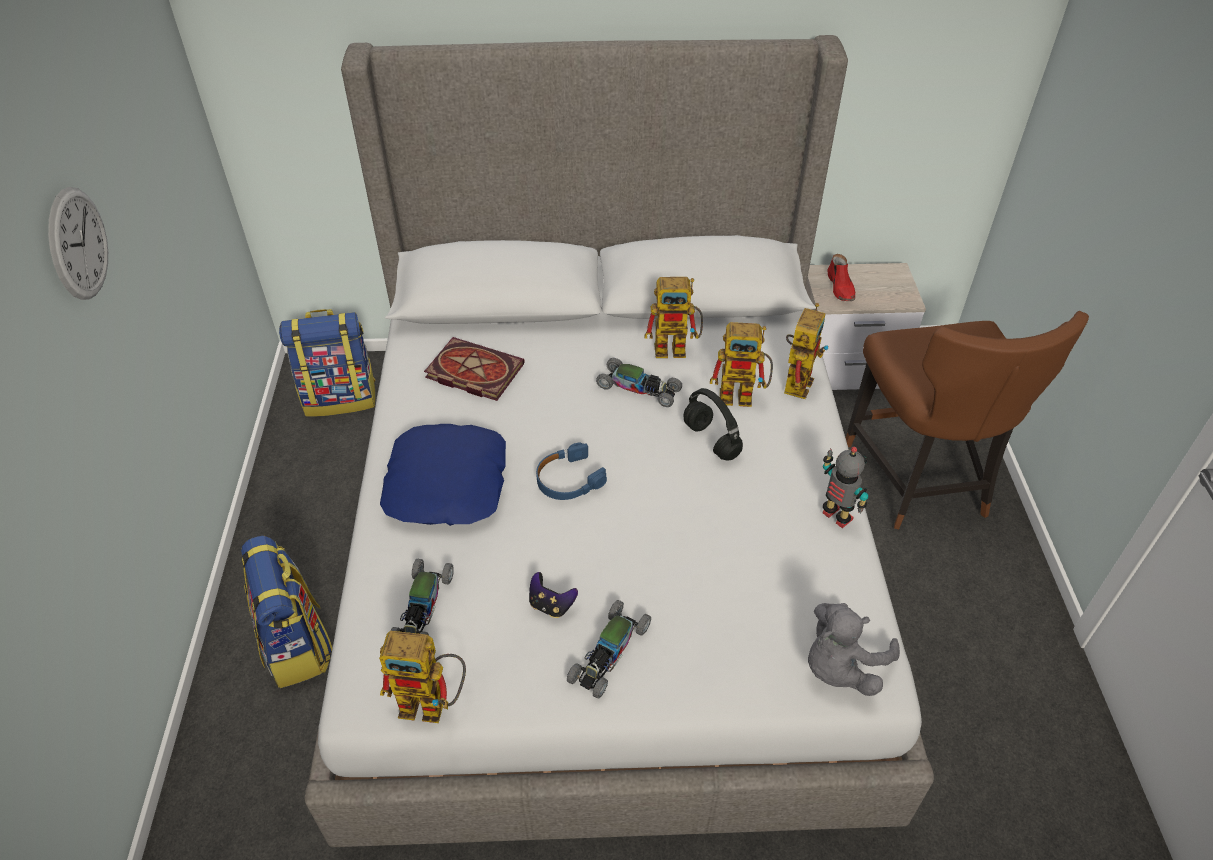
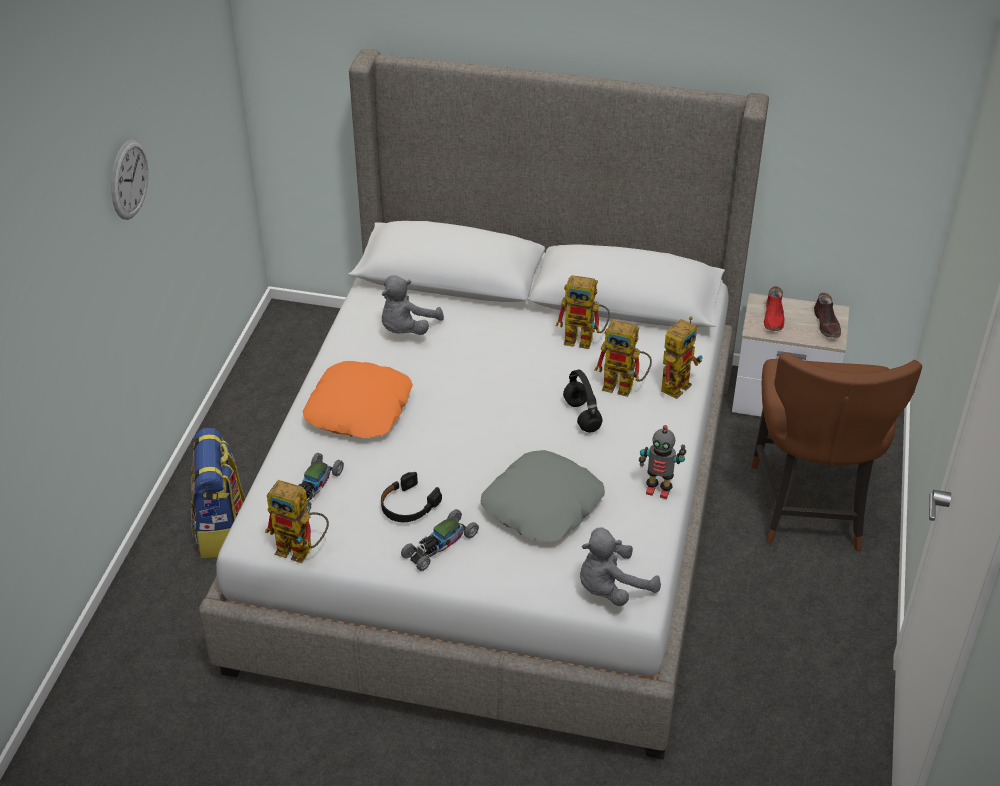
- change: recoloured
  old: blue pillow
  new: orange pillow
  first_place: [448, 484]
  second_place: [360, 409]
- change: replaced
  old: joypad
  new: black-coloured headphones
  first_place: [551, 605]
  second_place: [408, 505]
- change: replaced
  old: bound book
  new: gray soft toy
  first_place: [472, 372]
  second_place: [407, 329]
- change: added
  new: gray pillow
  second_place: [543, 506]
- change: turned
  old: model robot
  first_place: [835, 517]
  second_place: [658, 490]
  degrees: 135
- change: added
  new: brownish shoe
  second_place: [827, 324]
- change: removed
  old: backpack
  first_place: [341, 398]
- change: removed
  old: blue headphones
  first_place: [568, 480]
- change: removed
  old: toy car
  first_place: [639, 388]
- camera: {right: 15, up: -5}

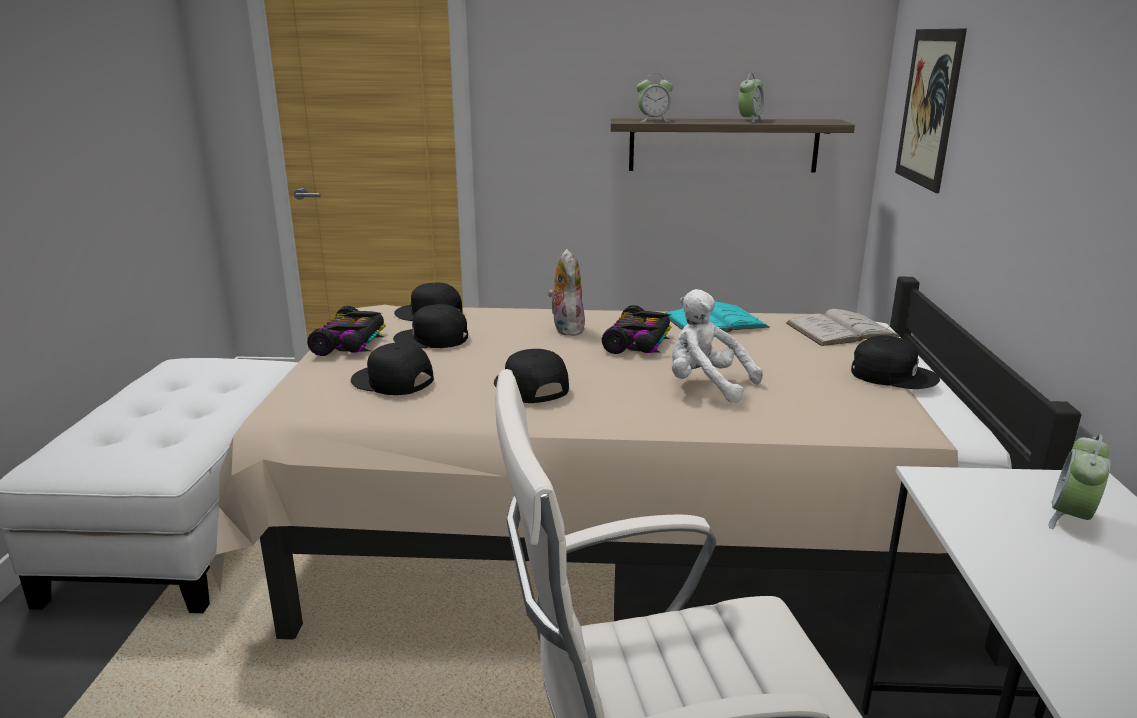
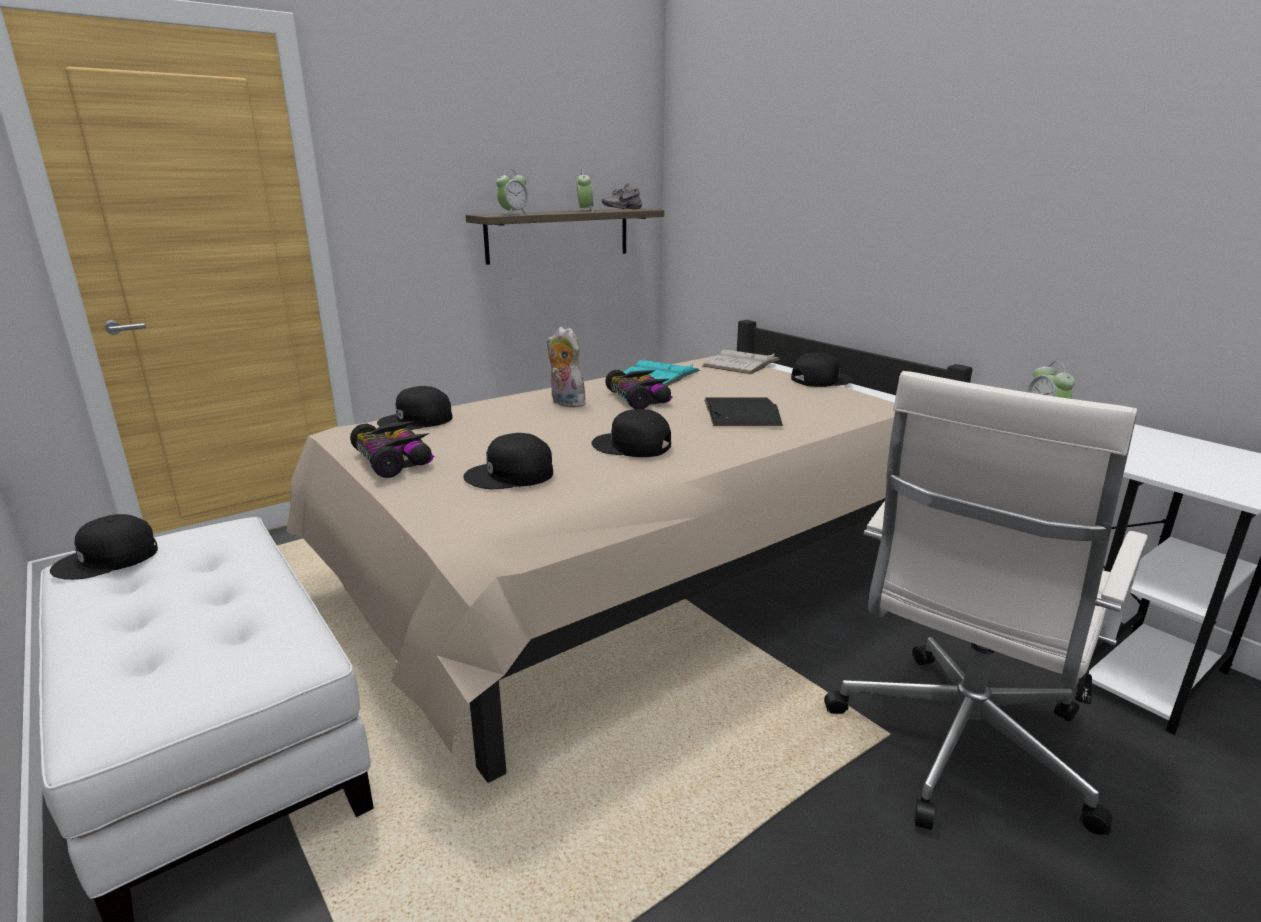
- change: moved
  old: black-coloured peaked cap
  first_place: [432, 339]
  second_place: [108, 559]
- change: added
  new: gray shoe
  second_place: [621, 209]
- change: replaced
  old: white soft toy
  new: black-coloured bound book
  first_place: [706, 385]
  second_place: [741, 412]
- change: removed
  old: picture
  first_place: [928, 108]
- camera: {right: -40, up: 0}

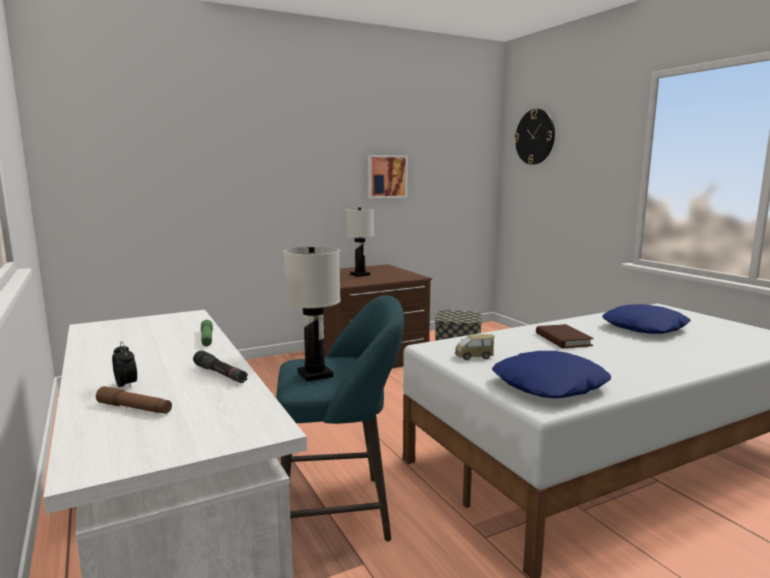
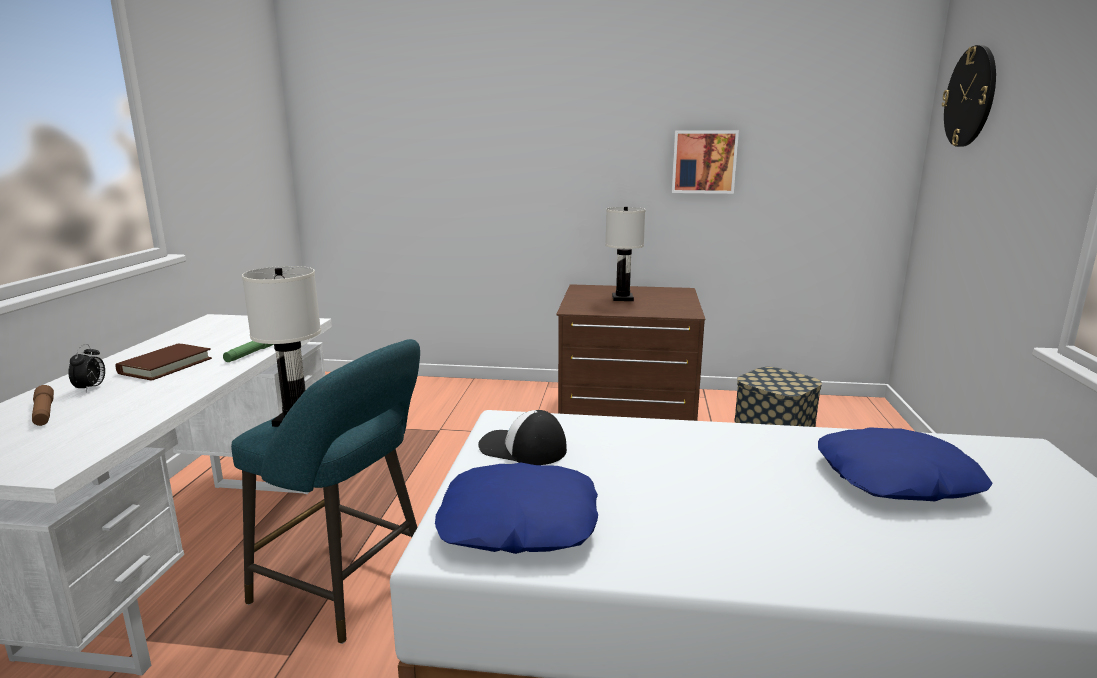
- change: moved
  old: brownish bound book
  first_place: [563, 339]
  second_place: [166, 366]
- change: replaced
  old: toy car
  new: peaked cap
  first_place: [474, 356]
  second_place: [522, 448]
- change: removed
  old: black-coloured flashlight
  first_place: [220, 374]
- camera: {right: 35, up: 5}

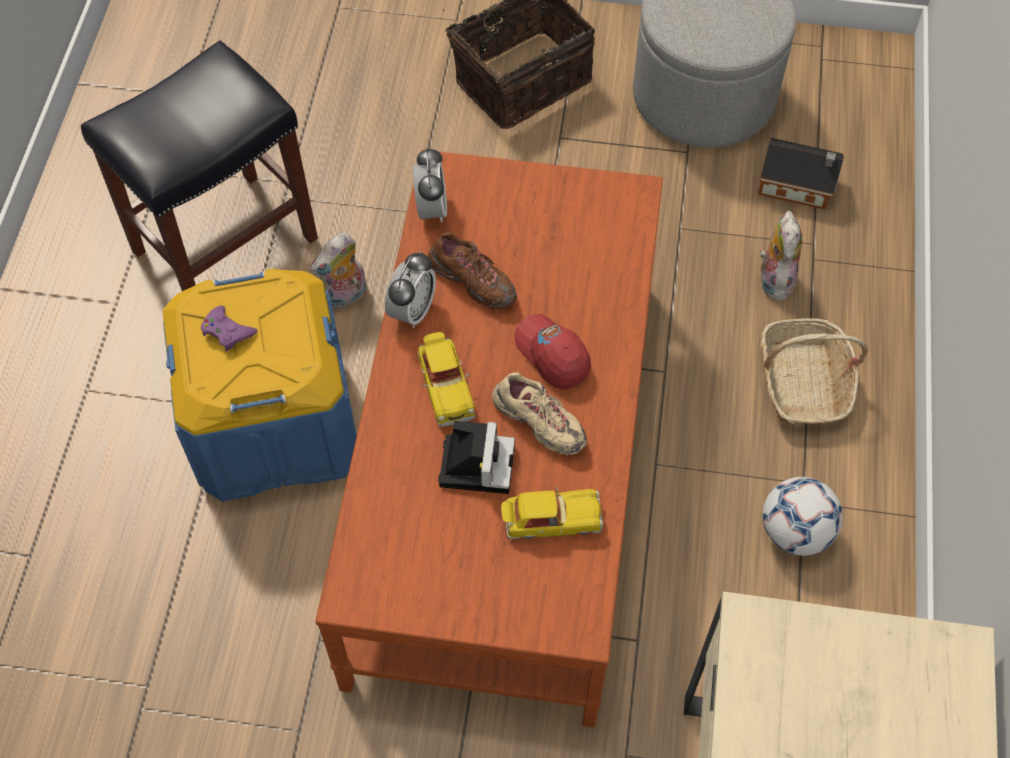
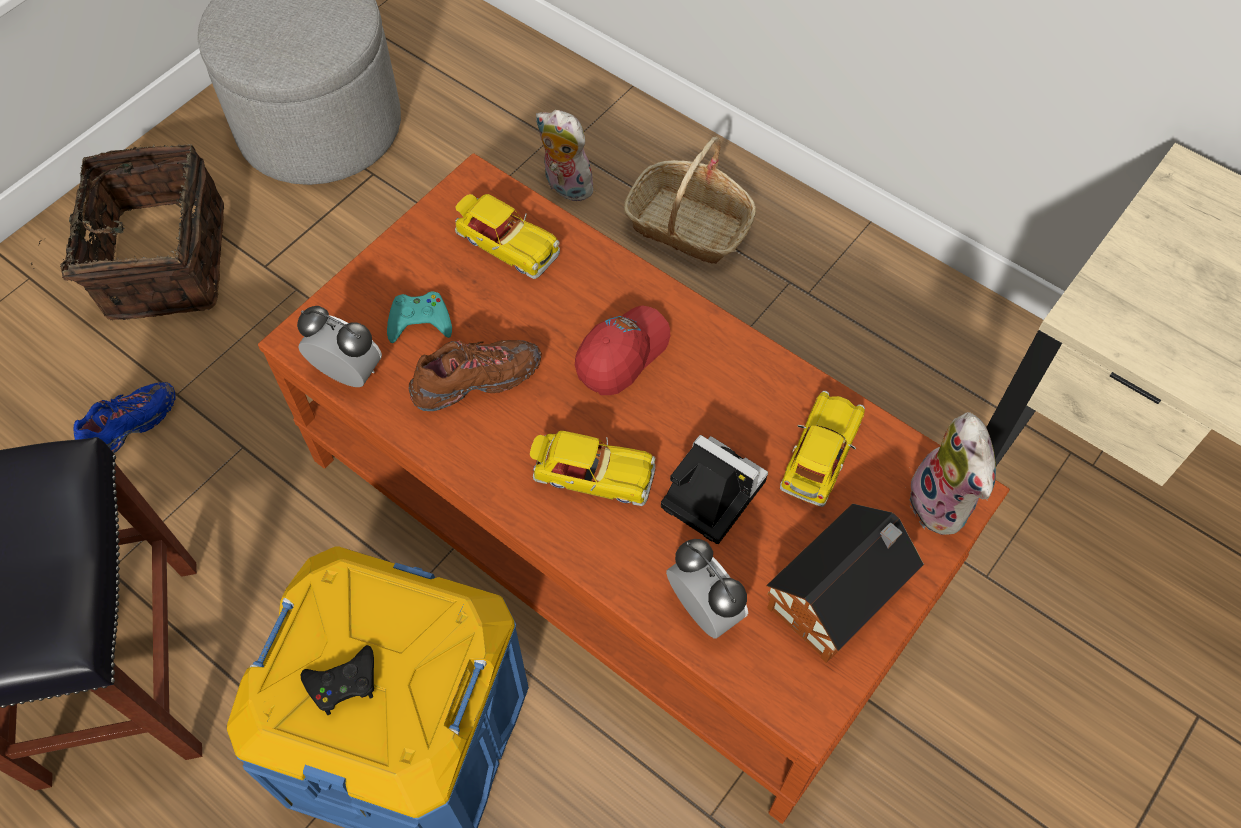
- change: added
  new: blue shoe
  second_place: [129, 428]
- change: recoloured
  old: purple joypad
  new: black-coloured joypad
  first_place: [227, 331]
  second_place: [343, 683]
- change: added
  new: turquoise joypad
  second_place: [420, 321]
- change: added
  new: toy car
  second_place: [506, 244]
- change: turned
  old: red-coloured peaked cap
  first_place: [552, 355]
  second_place: [621, 354]
  degrees: 135
- change: moved
  old: alarm clock
  first_place: [412, 311]
  second_place: [703, 609]
- change: moved
  old: toy house
  first_place: [798, 186]
  second_place: [841, 593]
- change: moved
  old: soft toy
  first_place: [345, 296]
  second_place: [944, 504]
- change: removed
  old: sand-coloured shoe
  first_place: [539, 422]
- change: removed
  old: football ball
  first_place: [795, 532]
- camera: {right: -60, up: 0}

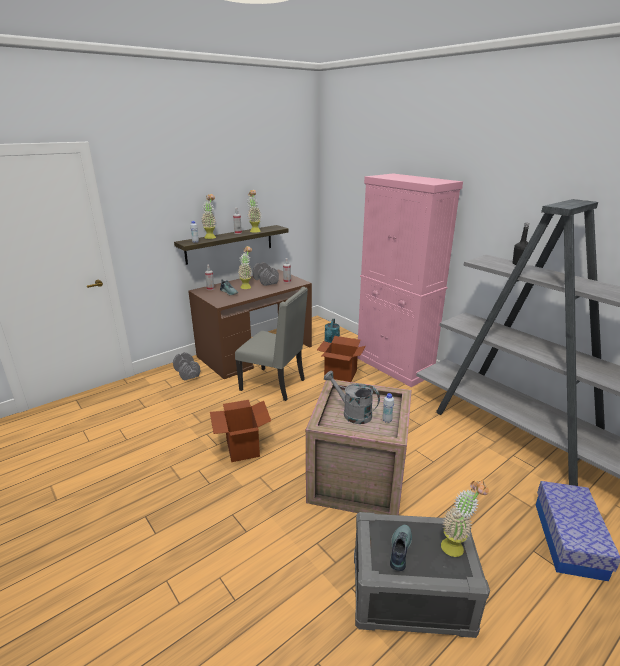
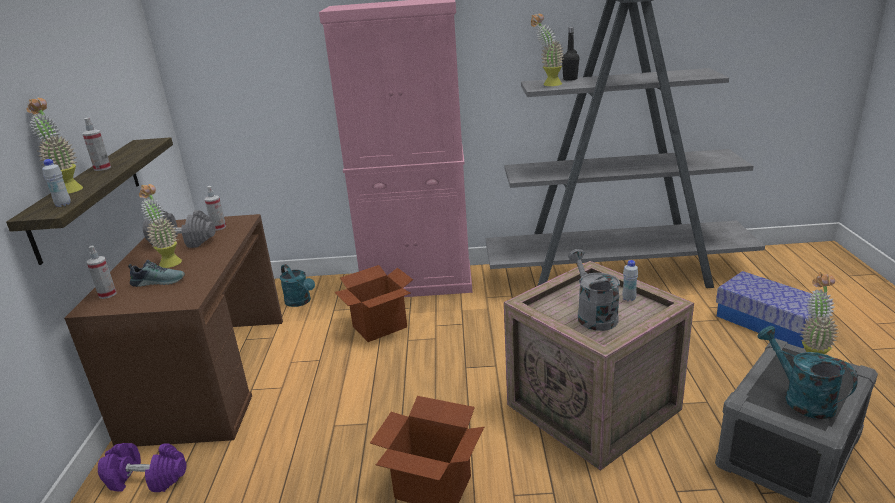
- change: recoloured
  old: gray dumbbell
  new: purple dumbbell
  first_place: [187, 373]
  second_place: [147, 478]
- change: moved
  old: potted plant
  first_place: [254, 230]
  second_place: [547, 84]
- change: turned
  old: gray watering can
  first_place: [352, 413]
  second_place: [593, 315]
  degrees: 90
- change: replaced
  old: shoe
  new: turquoise watering can
  first_place: [399, 549]
  second_place: [801, 398]
- change: removed
  old: gray upright chair
  first_place: [274, 385]
- camera: {right: -50, up: 0}

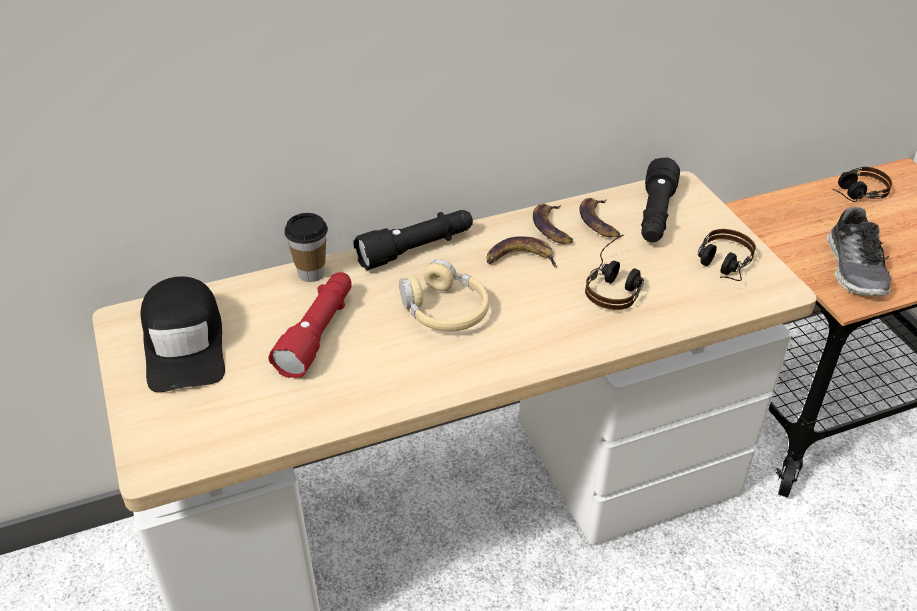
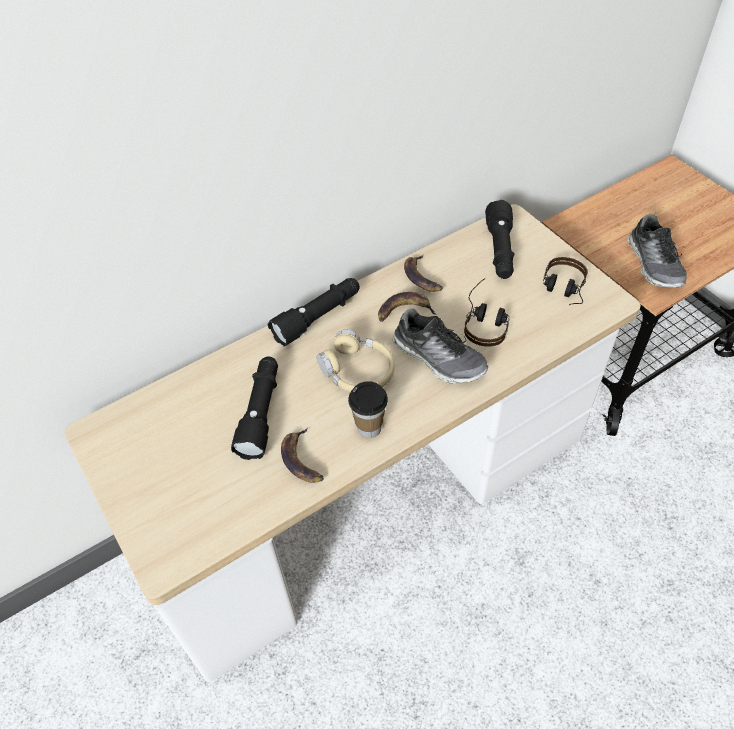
- change: recoloured
  old: red-coloured flashlight
  new: black-coloured flashlight
  first_place: [318, 333]
  second_place: [261, 413]
- change: moved
  old: banana fruit
  first_place: [599, 221]
  second_place: [302, 460]
- change: moved
  old: drinking cup
  first_place: [311, 273]
  second_place: [369, 428]
- change: added
  new: shoe
  second_place: [439, 358]
- change: removed
  old: black-coloured peaked cap
  first_place: [185, 344]
- change: removed
  old: headphones
  first_place: [853, 194]
- camera: {right: -10, up: 10}

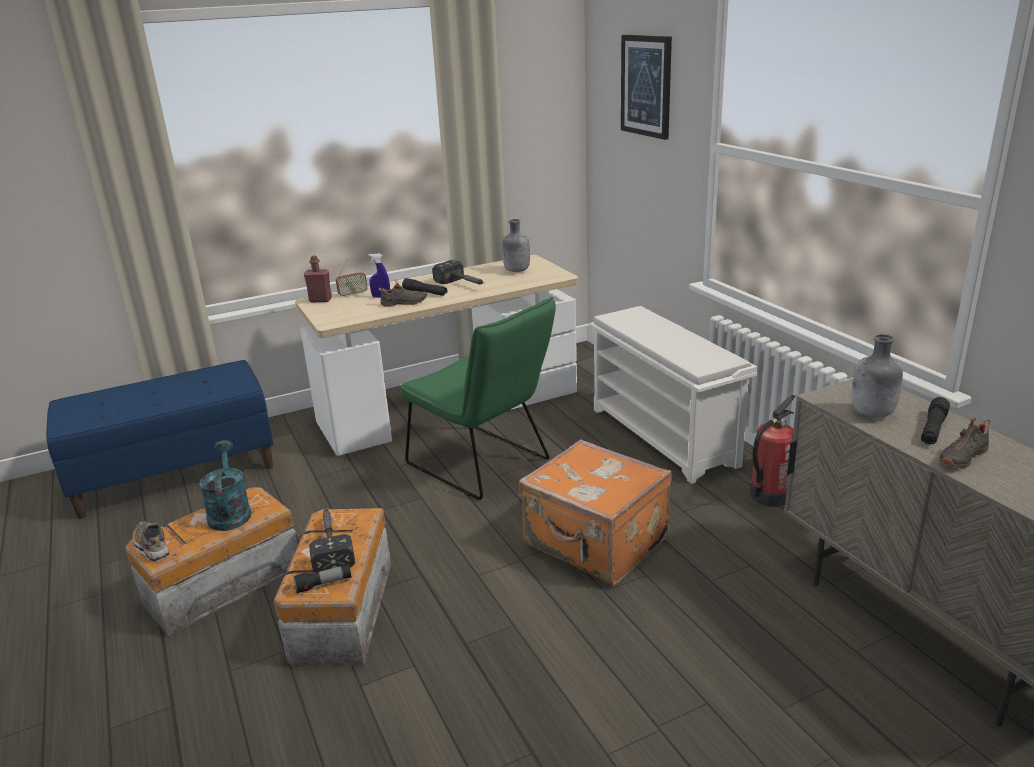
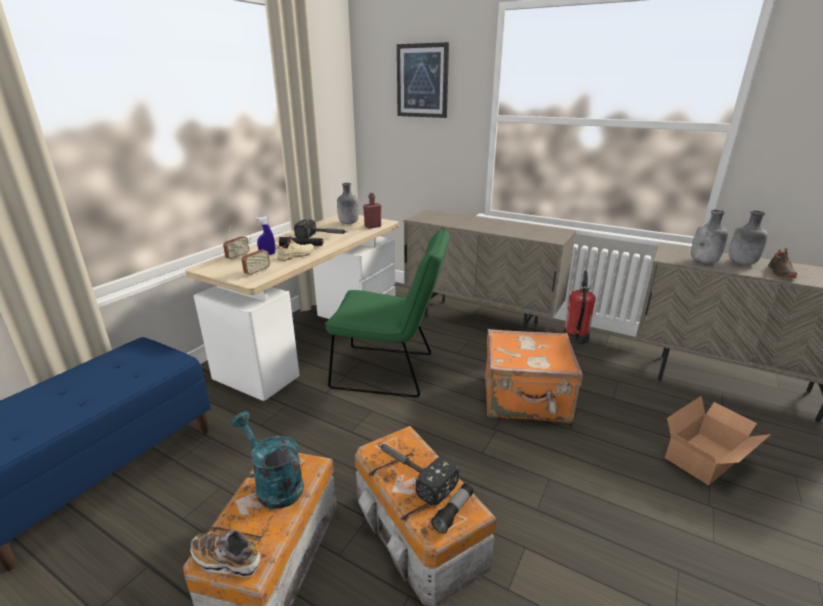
- change: added
  new: radio set
  second_place: [257, 272]
- change: recoloured
  old: black-coloured shoe
  new: sand-coloured shoe
  first_place: [404, 303]
  second_place: [296, 256]
- change: moved
  old: red-coloured beverage bottle
  first_place: [320, 300]
  second_place: [373, 226]
- change: replaced
  old: white shoe rack
  new: sand-coloured storage cabinet
  first_place: [664, 437]
  second_place: [480, 320]
- change: added
  new: carton
  second_place: [707, 459]
- change: replaced
  old: black-coloured flashlight
  new: gray beverage bottle
  first_place: [933, 429]
  second_place: [741, 263]
- camera: {right: -35, up: 0}

